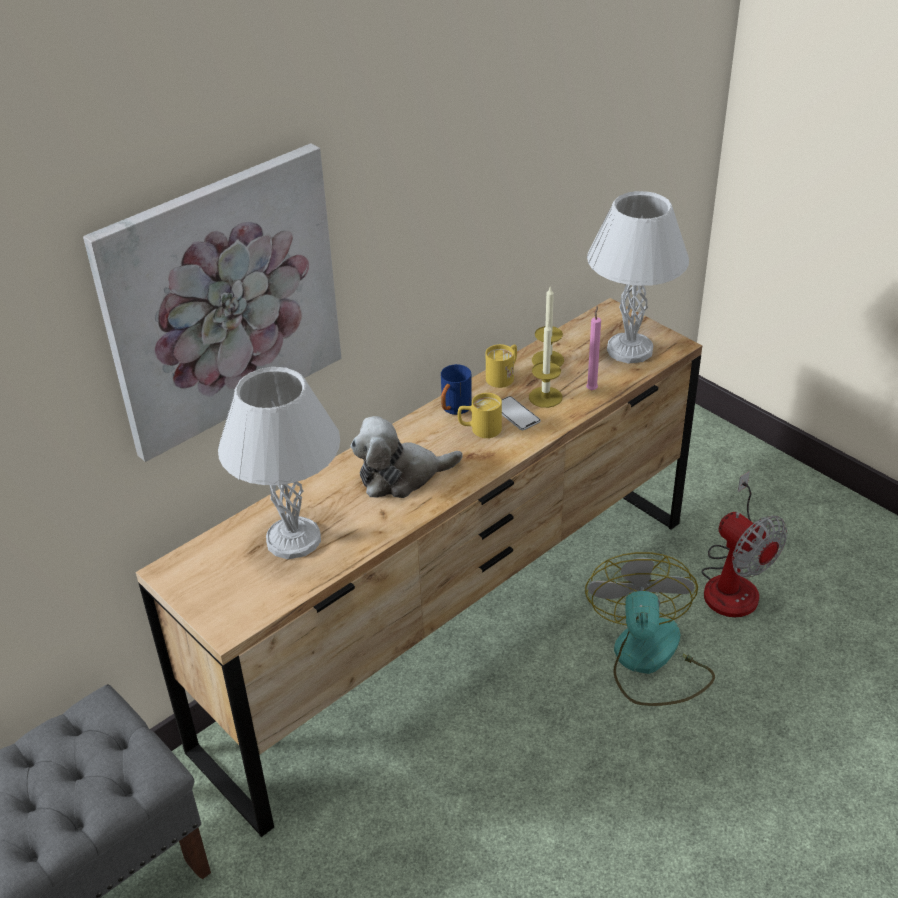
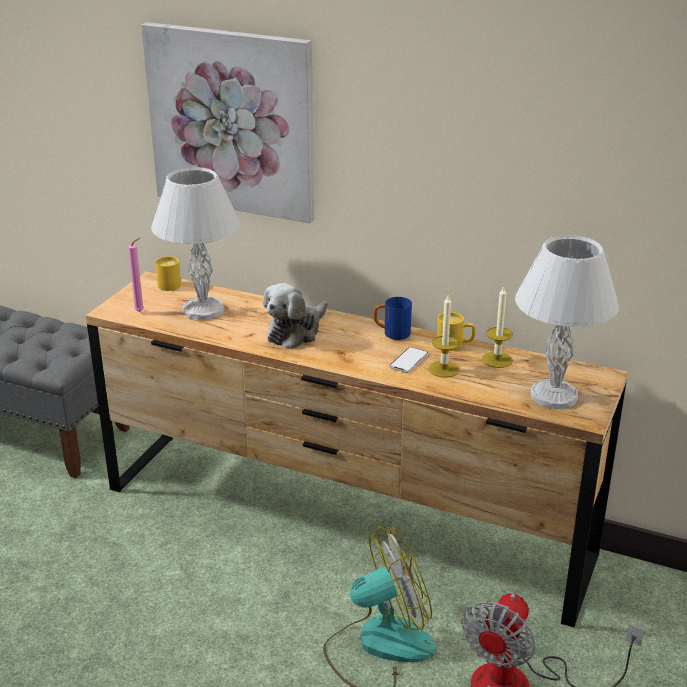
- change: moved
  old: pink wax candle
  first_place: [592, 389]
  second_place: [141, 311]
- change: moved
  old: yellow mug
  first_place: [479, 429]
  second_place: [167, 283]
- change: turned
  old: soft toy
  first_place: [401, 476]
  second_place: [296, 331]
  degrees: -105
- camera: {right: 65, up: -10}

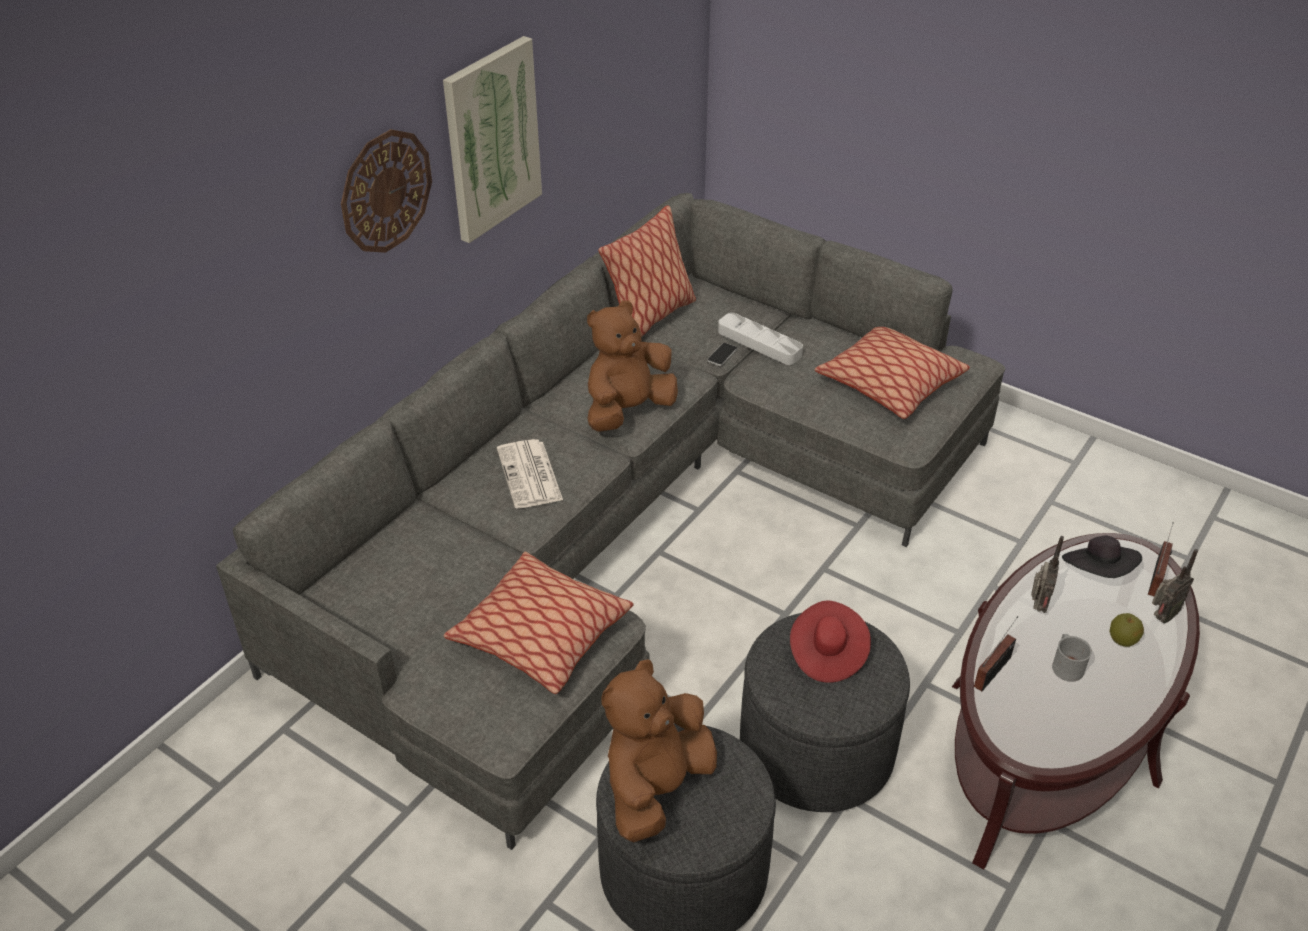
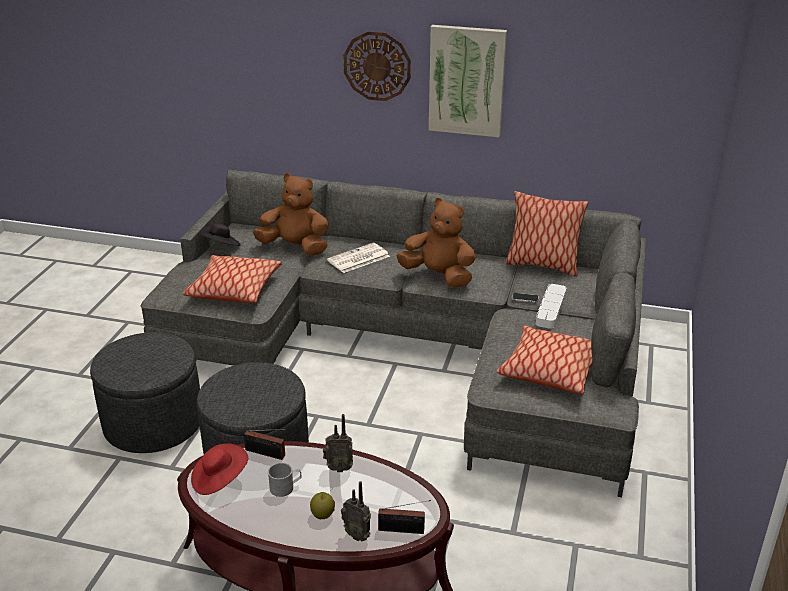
- change: moved
  old: red-coloured clothing hat
  first_place: [827, 654]
  second_place: [219, 479]
- change: moved
  old: black-coloured clothing hat
  first_place: [1098, 572]
  second_place: [220, 246]
- change: moved
  old: brownish soft toy
  first_place: [655, 787]
  second_place: [295, 248]
- camera: {right: 70, up: -10}

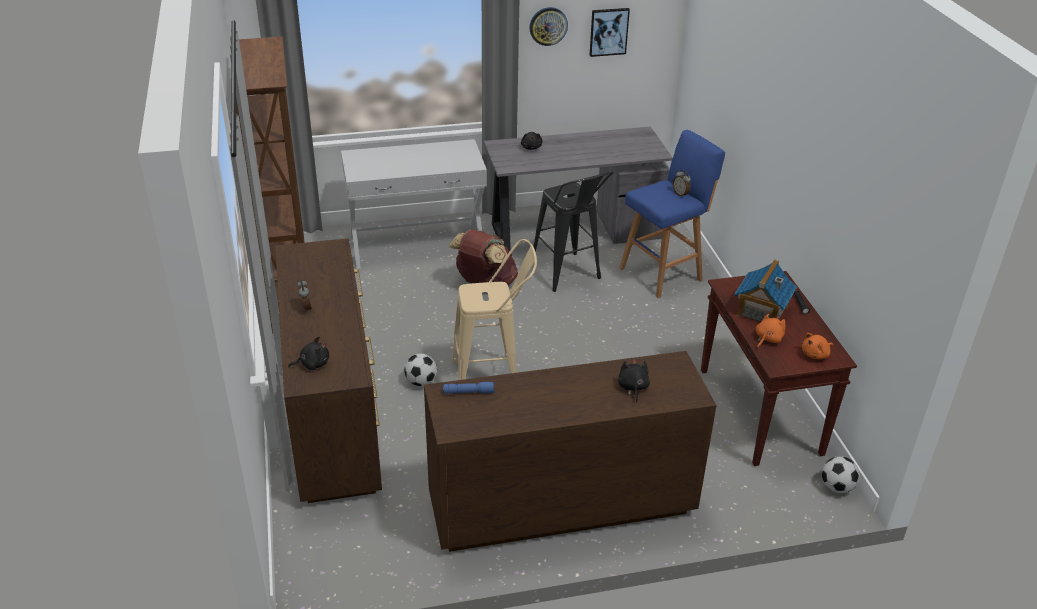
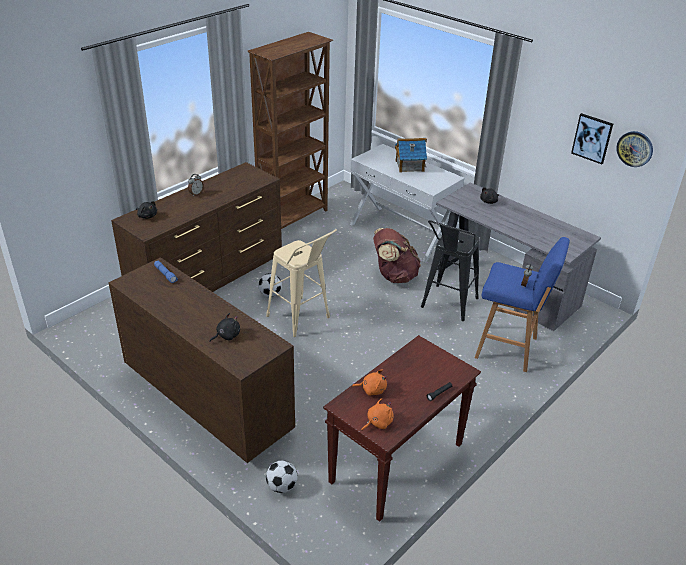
- change: moved
  old: football ball
  first_place: [837, 487]
  second_place: [282, 486]
- change: turned
  old: orange soft toy
  first_place: [816, 354]
  second_place: [378, 422]
  degrees: 120
- change: moved
  old: toy house
  first_place: [761, 311]
  second_place: [409, 166]
- change: moved
  old: wall clock
  first_place: [548, 26]
  second_place: [635, 148]
- camera: {right: 55, up: 0}

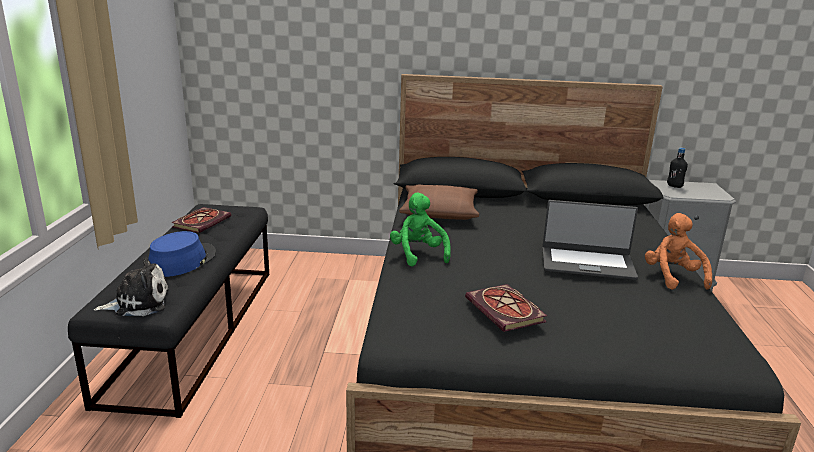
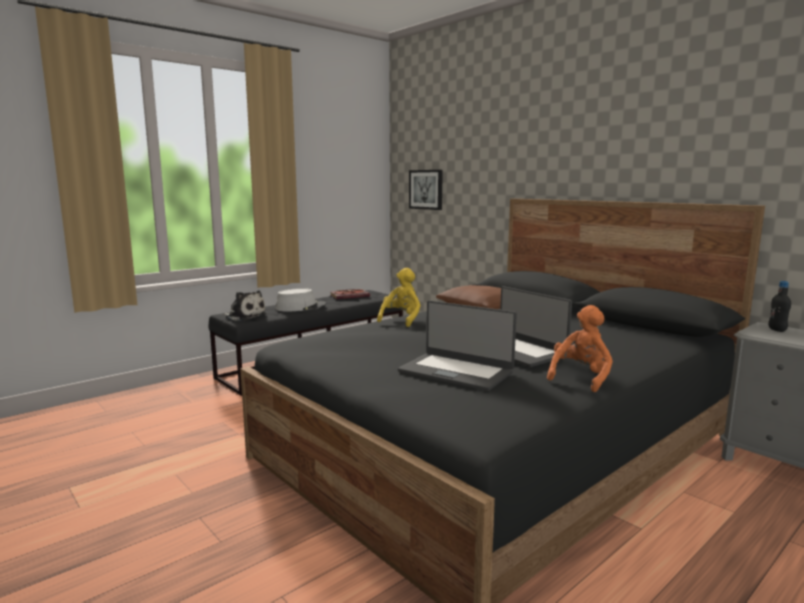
- change: recoloured
  old: blue clothing hat
  new: gray clothing hat
  first_place: [182, 261]
  second_place: [300, 307]
- change: recoloured
  old: greenish soft toy
  new: yellow soft toy
  first_place: [418, 254]
  second_place: [401, 320]
- change: added
  new: laptop
  second_place: [456, 371]
- change: added
  new: picture
  second_place: [426, 189]
- change: removed
  old: bound book
  first_place: [507, 311]
- camera: {right: 45, up: -10}

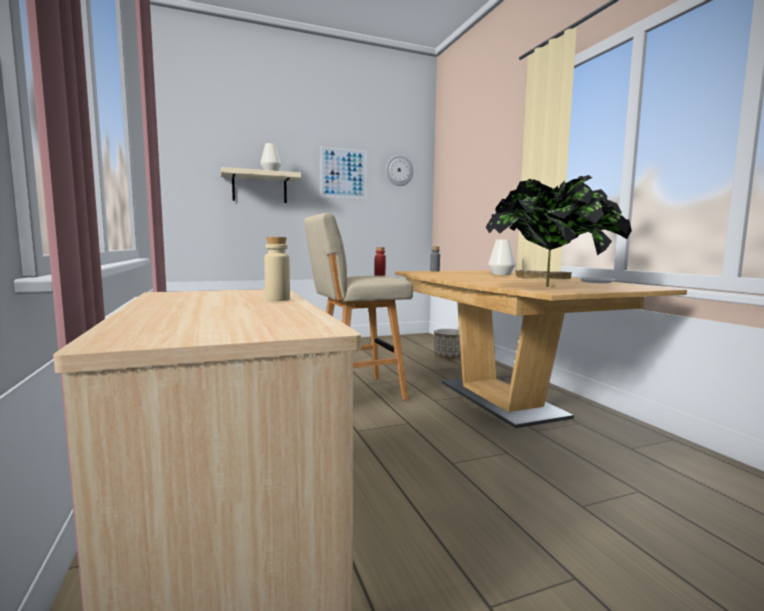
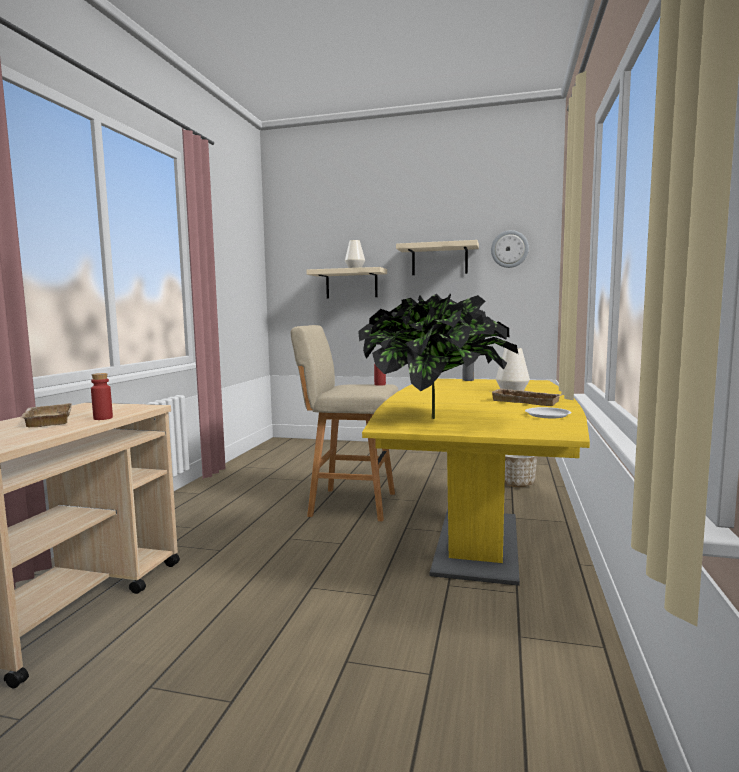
- change: added
  new: sand-coloured serving tray
  second_place: [46, 420]
- change: recoloured
  old: sand-coloured beverage bottle
  new: red-coloured beverage bottle
  first_place: [277, 299]
  second_place: [103, 418]
- change: recoloured
  old: brownish kitchen table
  new: yellow kitchen table
  first_place: [500, 399]
  second_place: [477, 544]
- change: replaced
  old: picture
  new: sand-coloured shelf
  first_place: [343, 173]
  second_place: [439, 260]
- camera: {right: 35, up: 0}

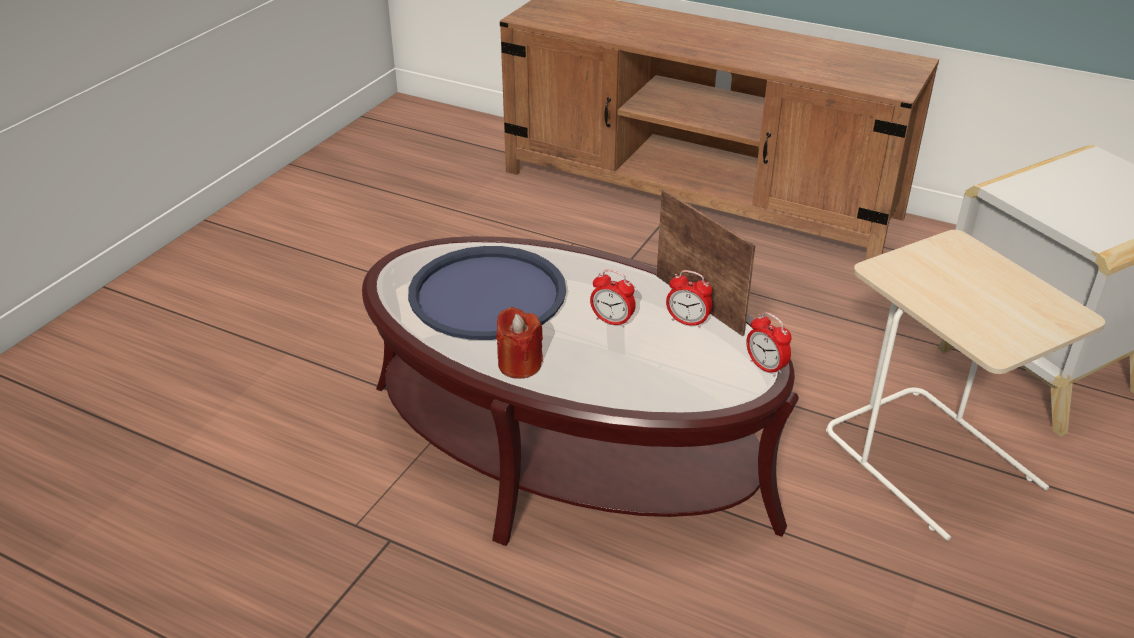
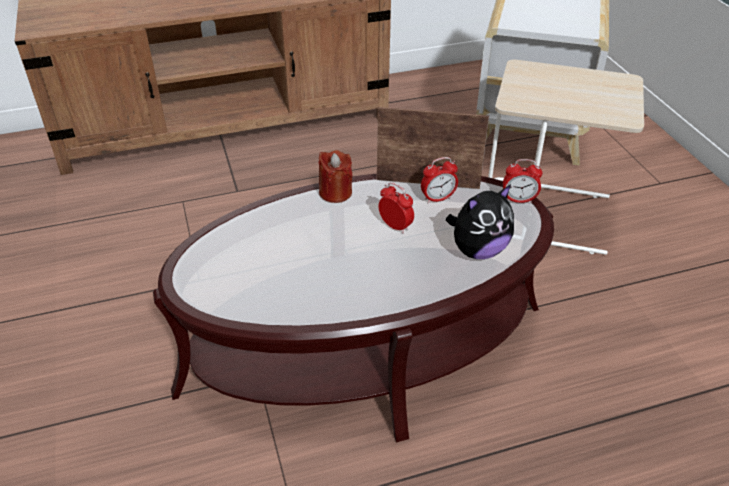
- change: moved
  old: red-coloured wax candle
  first_place: [519, 365]
  second_place: [335, 192]
- change: turned
  old: alarm clock
  first_place: [612, 321]
  second_place: [395, 226]
  degrees: -120
- change: added
  new: soft toy
  second_place: [478, 250]
- change: removed
  old: blue serving tray
  first_place: [487, 295]
- camera: {right: -45, up: 5}

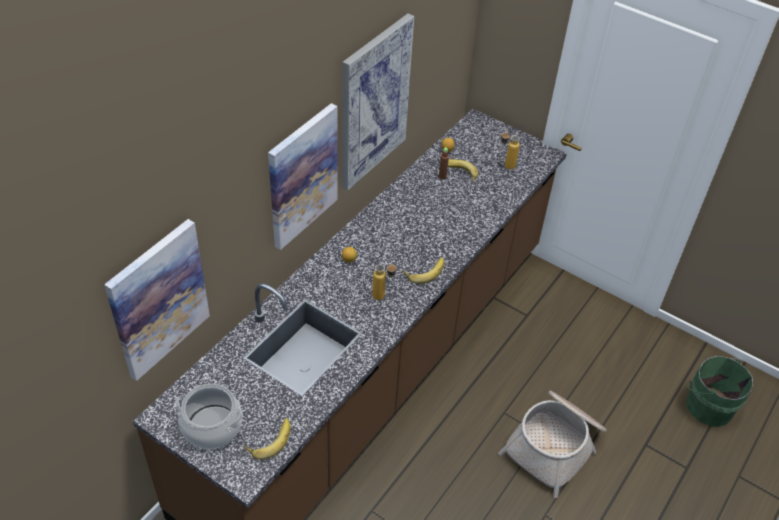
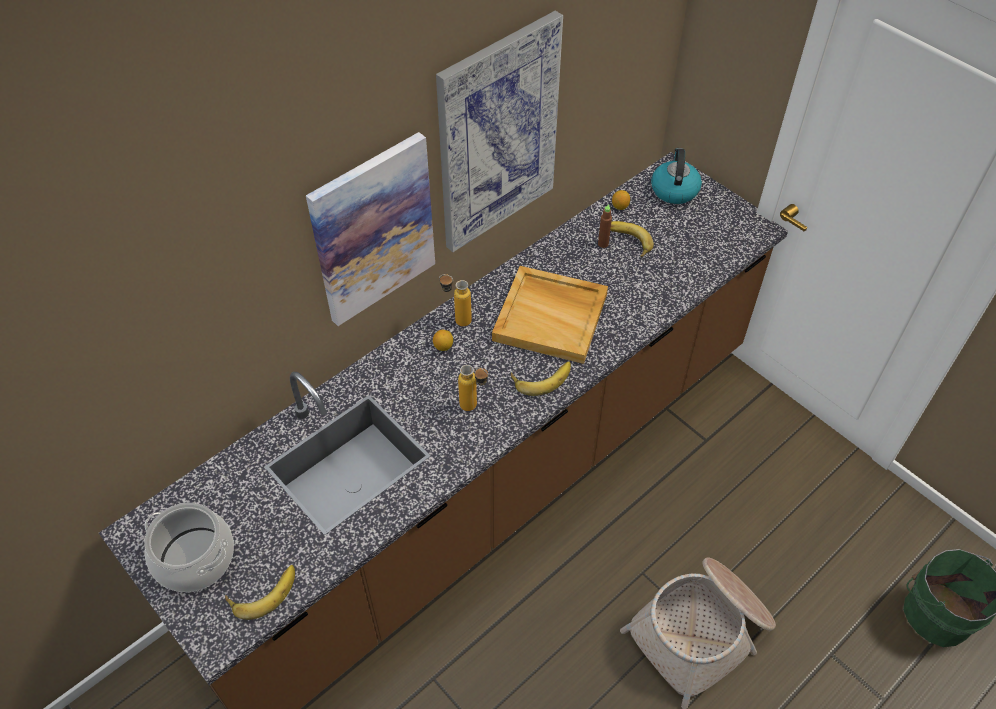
- change: moved
  old: beverage bottle
  first_place: [505, 166]
  second_place: [456, 320]
- change: added
  new: sand-coloured serving tray
  second_place: [551, 316]
- change: added
  new: tea kettle
  second_place: [674, 189]
- change: removed
  old: picture
  first_place: [158, 299]
- camera: {right: 15, up: 5}

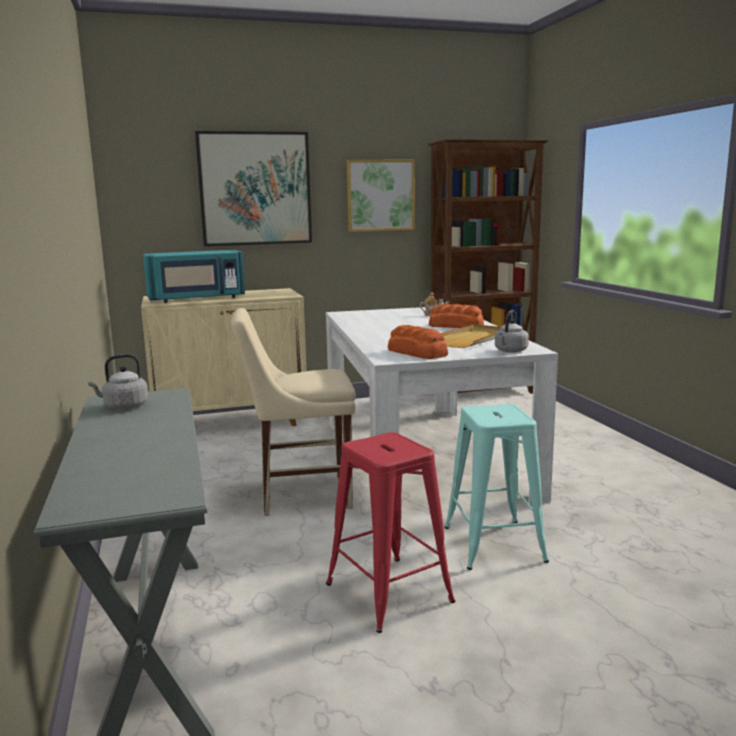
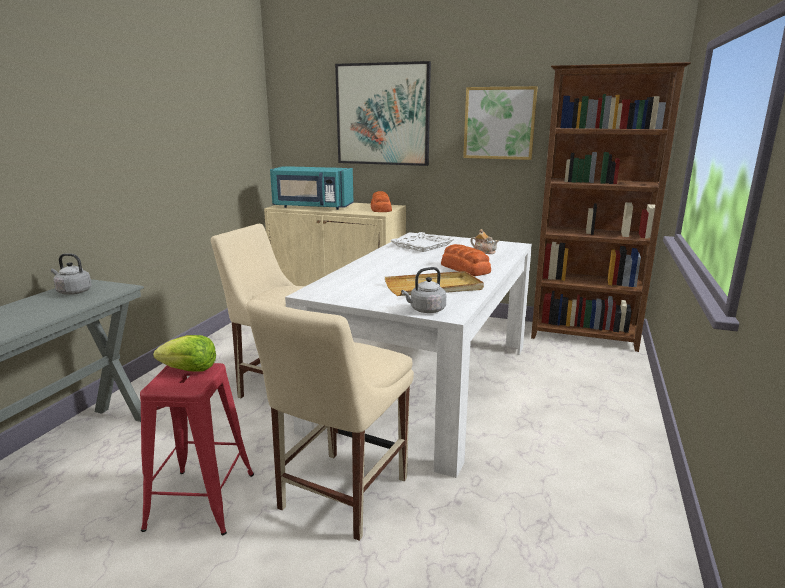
- change: added
  new: head of lettuce
  second_place: [189, 370]
- change: replaced
  old: turquoise sitting stool
  new: sand-coloured upright chair
  first_place: [493, 544]
  second_place: [339, 496]
- change: moved
  old: bread
  first_place: [417, 353]
  second_place: [380, 209]
- change: added
  new: white serving tray
  second_place: [422, 246]
- camera: {right: 35, up: 5}

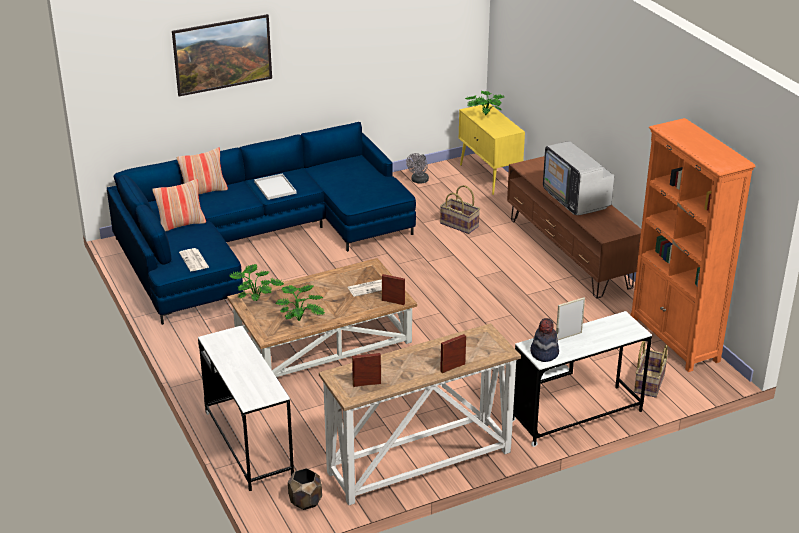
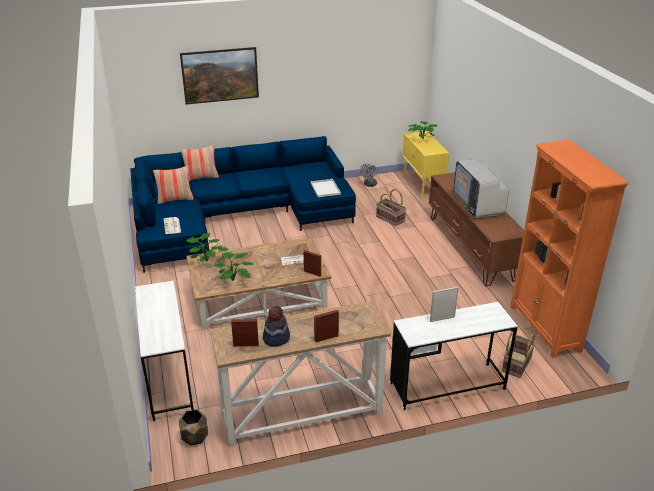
- change: moved
  old: clothing hat
  first_place: [544, 353]
  second_place: [276, 338]
- change: moved
  old: white serving tray
  first_place: [276, 188]
  second_place: [326, 189]
- camera: {right: 10, up: 0}

